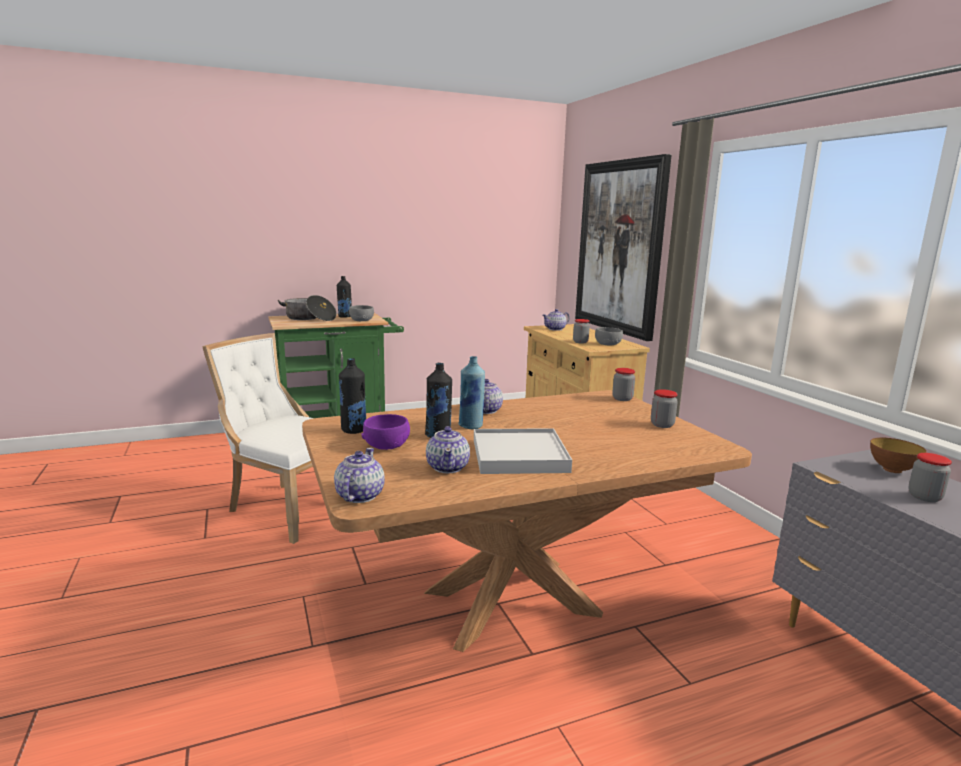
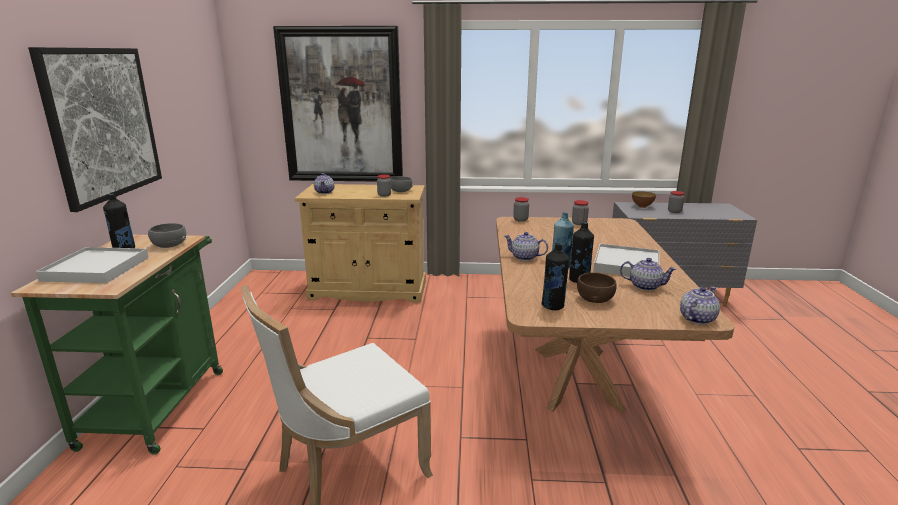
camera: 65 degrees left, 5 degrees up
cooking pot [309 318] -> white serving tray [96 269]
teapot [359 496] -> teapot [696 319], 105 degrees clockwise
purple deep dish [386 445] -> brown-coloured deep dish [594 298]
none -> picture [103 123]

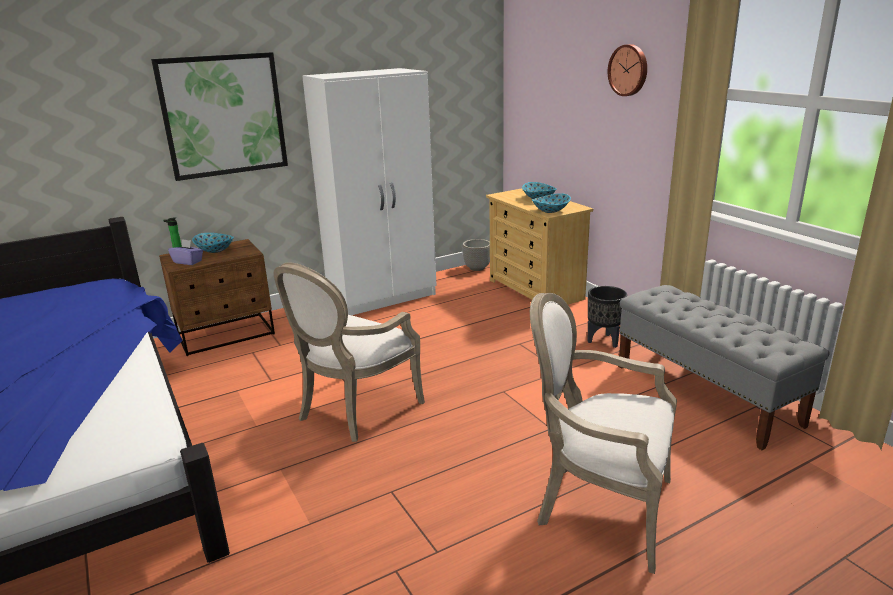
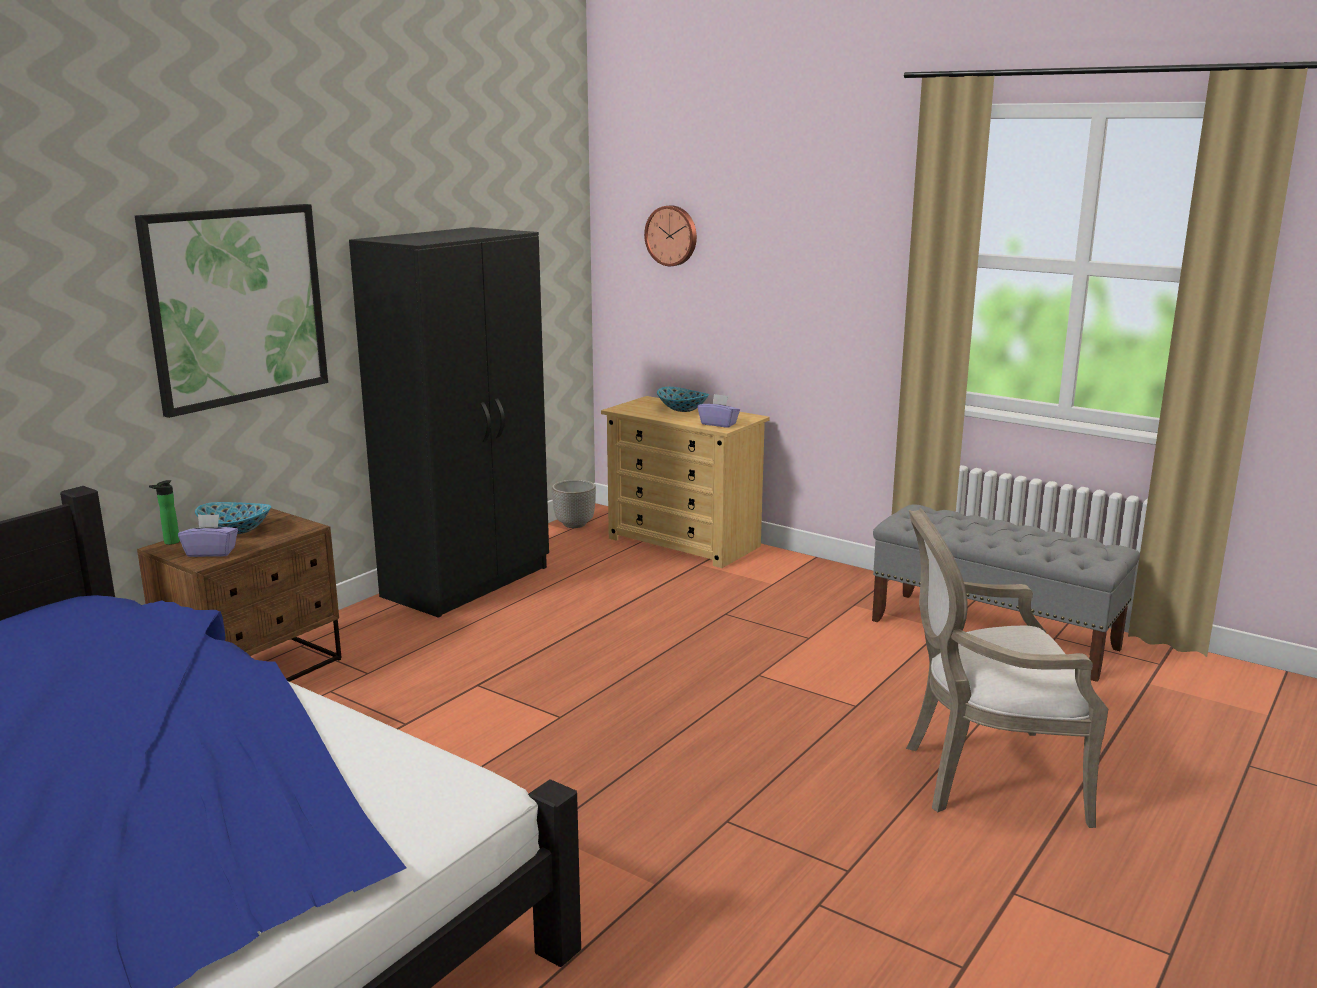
camera: 25 degrees left, 5 degrees down
armchair [352 410] -> none
white clothes cupboard [383 297] -> blackish clothes cupboard [469 581]
deep dish [550 211] -> purple box of tissues [718 424]
blackish flower pot [604 341] -> none
clock on the wall [629 70] -> clock on the wall [672 235], shifted

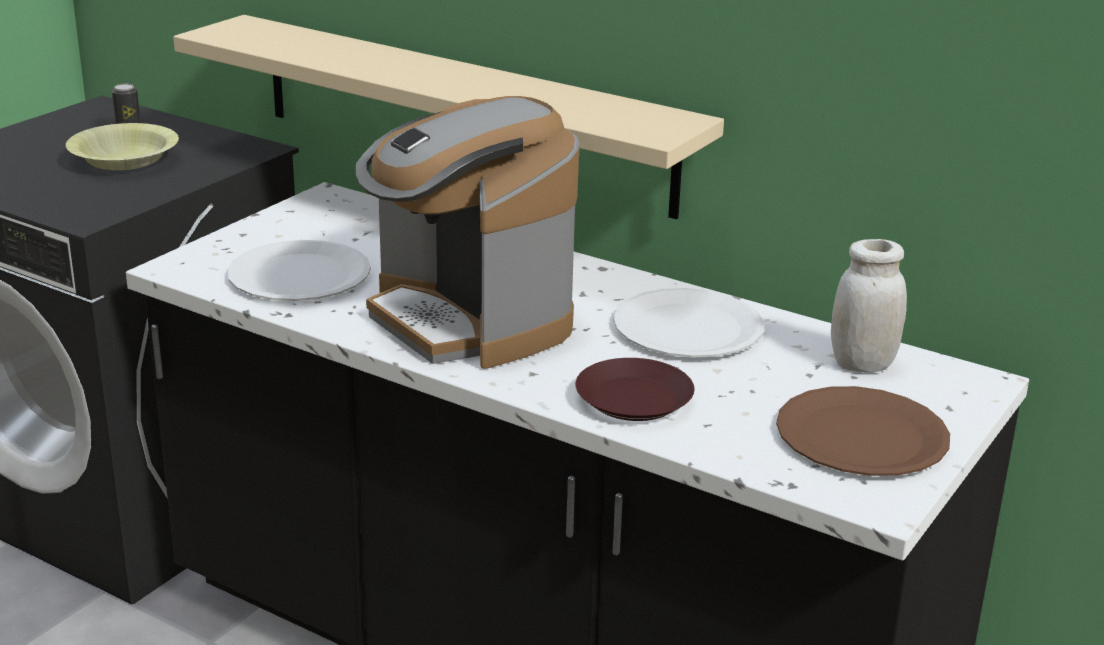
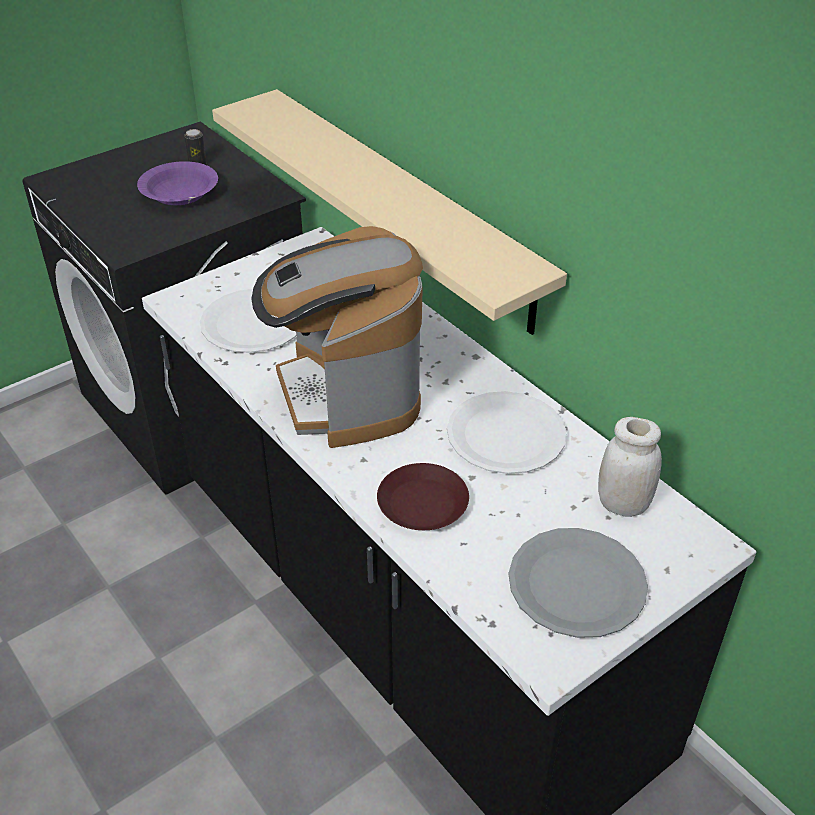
camera: 20 degrees right, 15 degrees up
yellowish deep dish [124 161] -> purple deep dish [179 194]
brown-coloured flat dish [862 436] -> greyish flat dish [577 585]

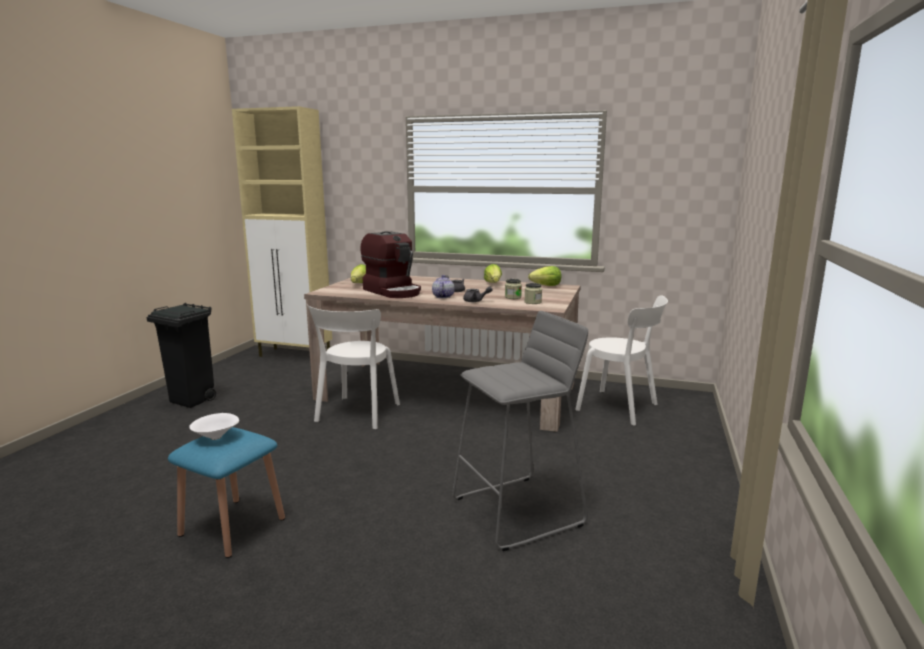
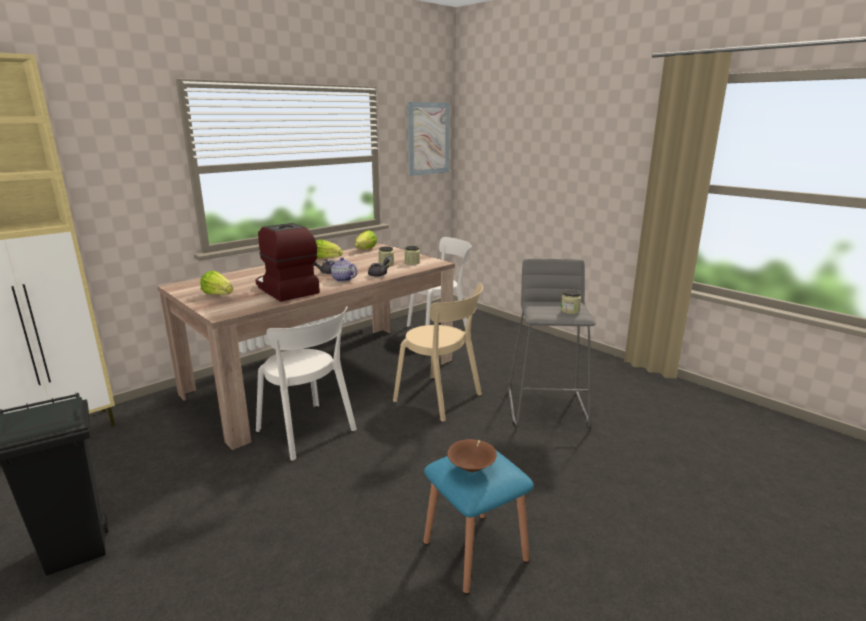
camera: 60 degrees left, 5 degrees up
white deep dish [217 437] -> brown-coloured deep dish [472 468]
coffee machine [393 291] -> coffee machine [285 289], 120 degrees counterclockwise
none -> sand-coloured chair [441 398]
none -> picture [428 138]
none -> jar [570 311]

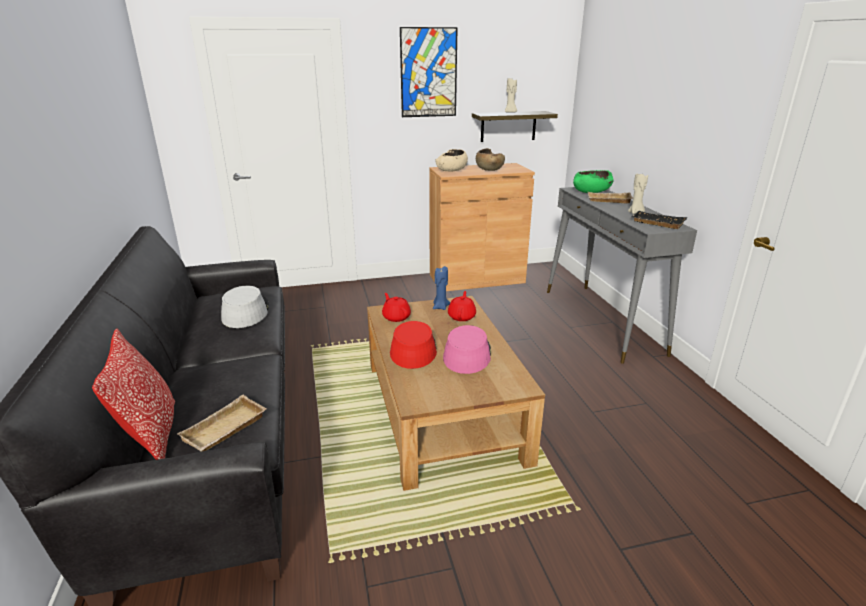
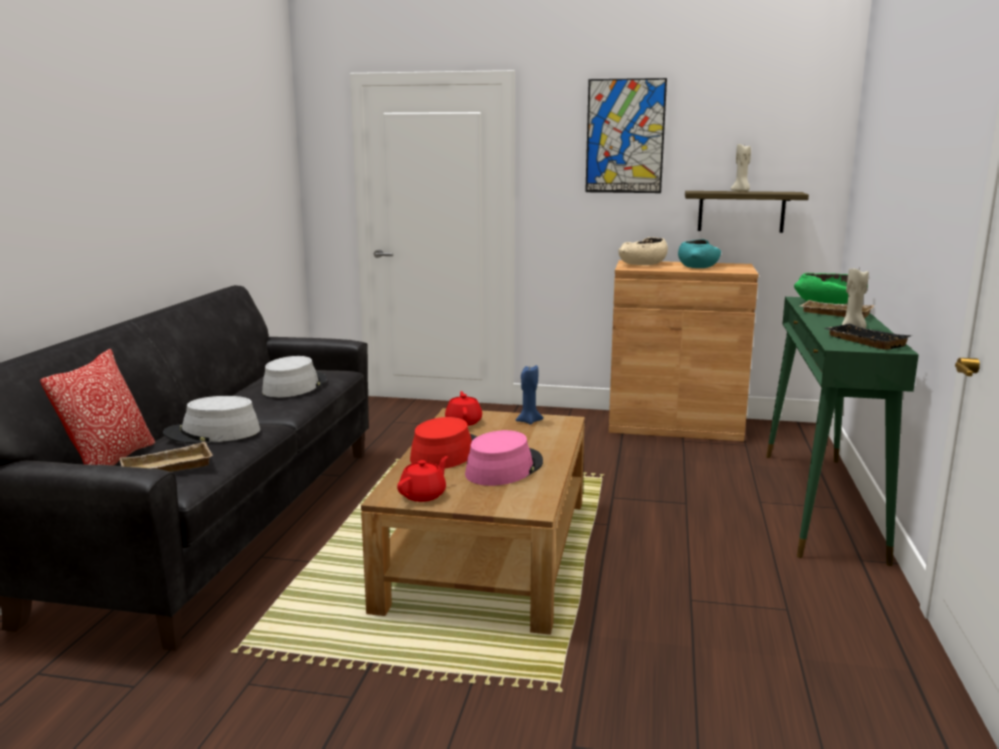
camera: 25 degrees right, 10 degrees down
red teapot [462 316] -> red teapot [423 495], shifted
brown-coloured deep dish [489 168] -> blue-green deep dish [698 266]
greyish narrow table [602 321] -> green-coloured narrow table [820 504]
none -> greyish clothing hat [212 433]

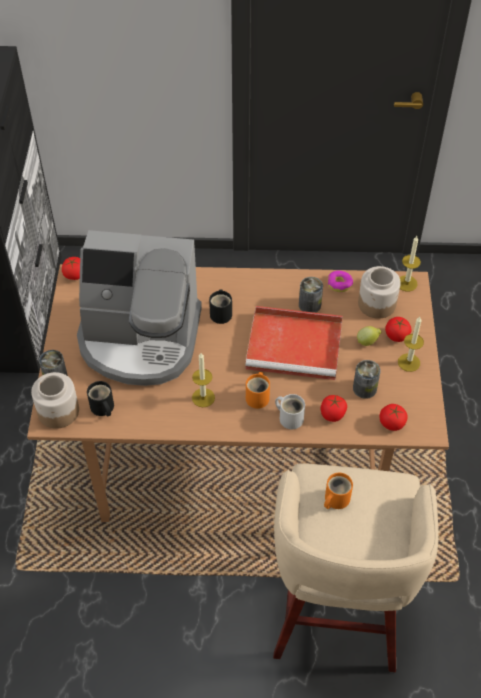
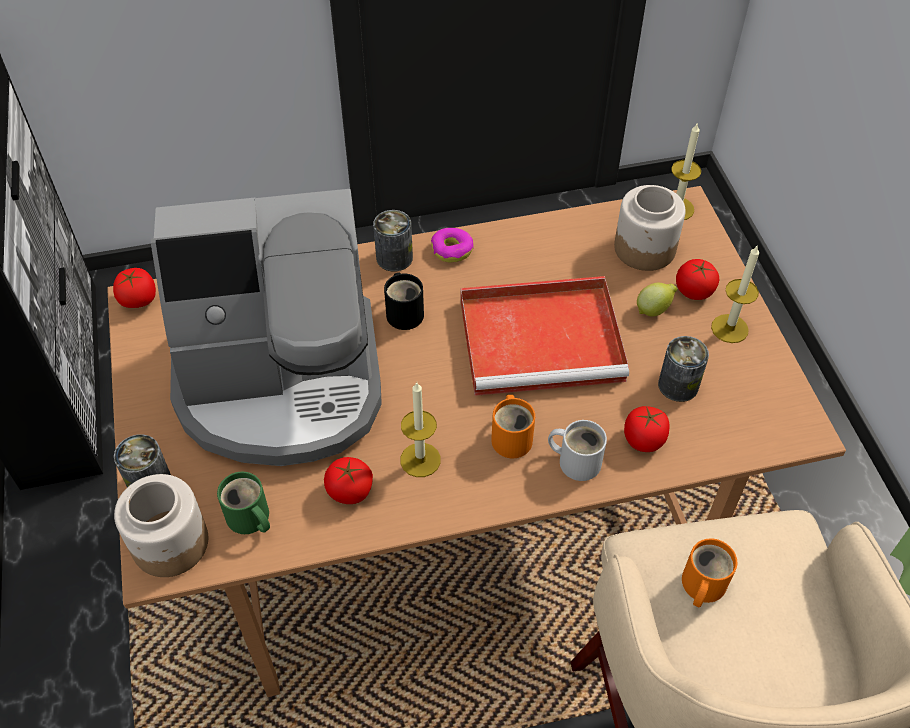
camera: 15 degrees left, 0 degrees up
blackish coffee mug [102 408] -> green-coloured coffee mug [249 519]
sealed can [309 305] -> sealed can [394 258], shifted
donut [339 284] -> donut [452 250], shifted
fresh tomato [391 423] -> fresh tomato [349 491], shifted

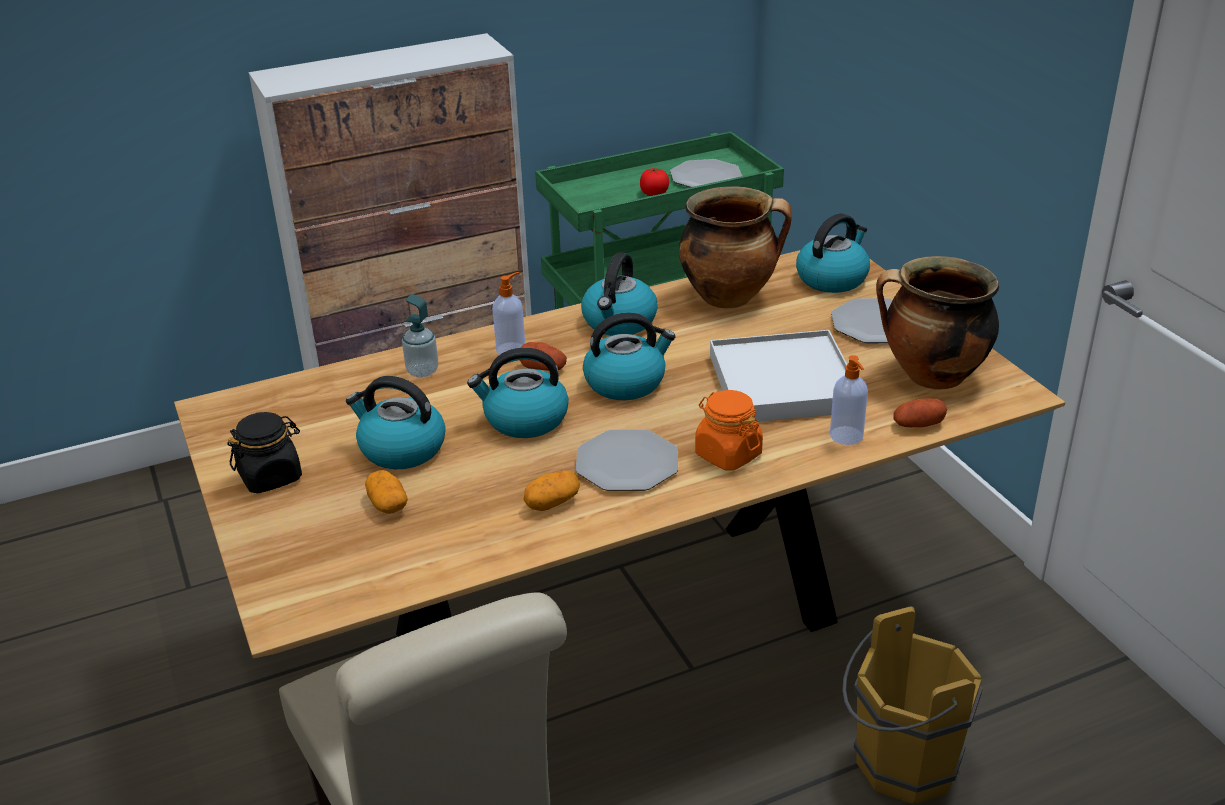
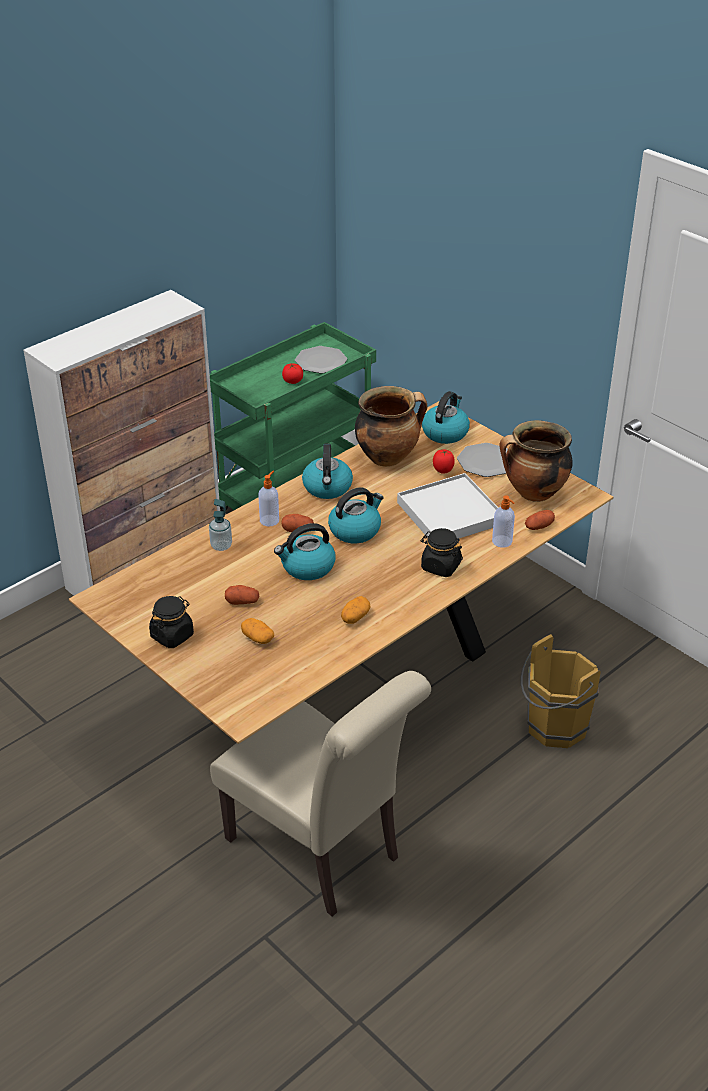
camera: 20 degrees left, 5 degrees up
tea kettle [401 449] -> whole potato [242 601]
flat dish [627 463] -> none
orangey jar [727 454] -> blackish jar [440 566]
none -> fresh tomato [443 470]

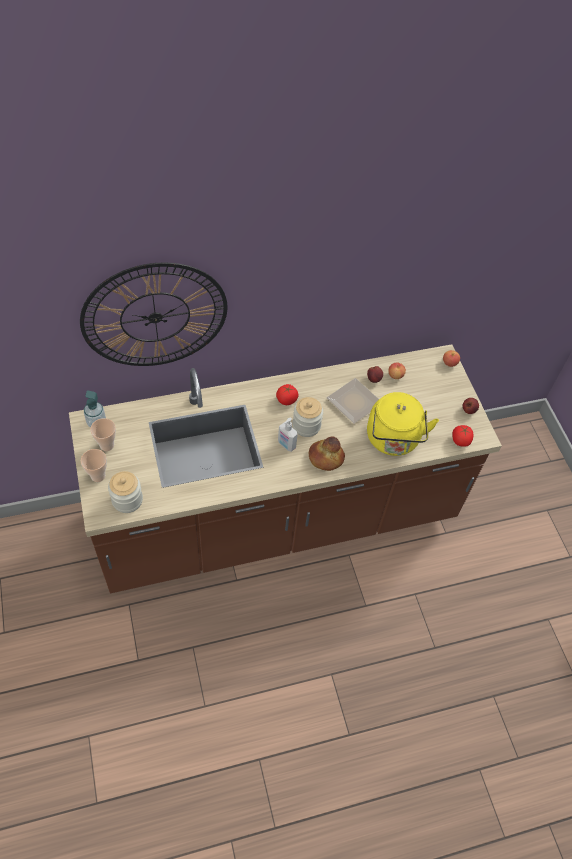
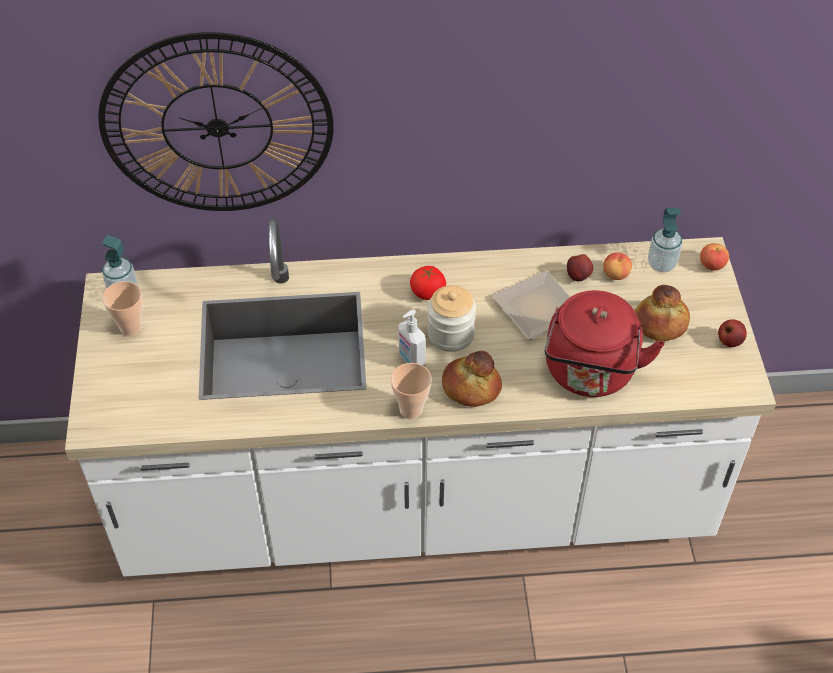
camera: 15 degrees right, 5 degrees down
brown-coloured counter [277 518] -> white counter [416 501]
drinking cup [98 476] -> drinking cup [411 409], shifted
jar [127 500] -> none
yellowish tea kettle [393 440] -> red tea kettle [590 374]
fresh tomato [460 441] -> none
none -> bakery bread [659 323]
none -> liquid soap bottle [661 264]

